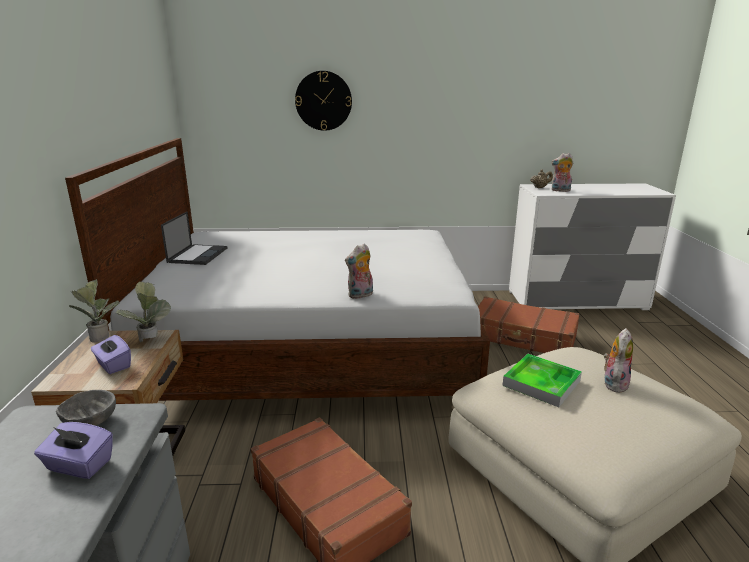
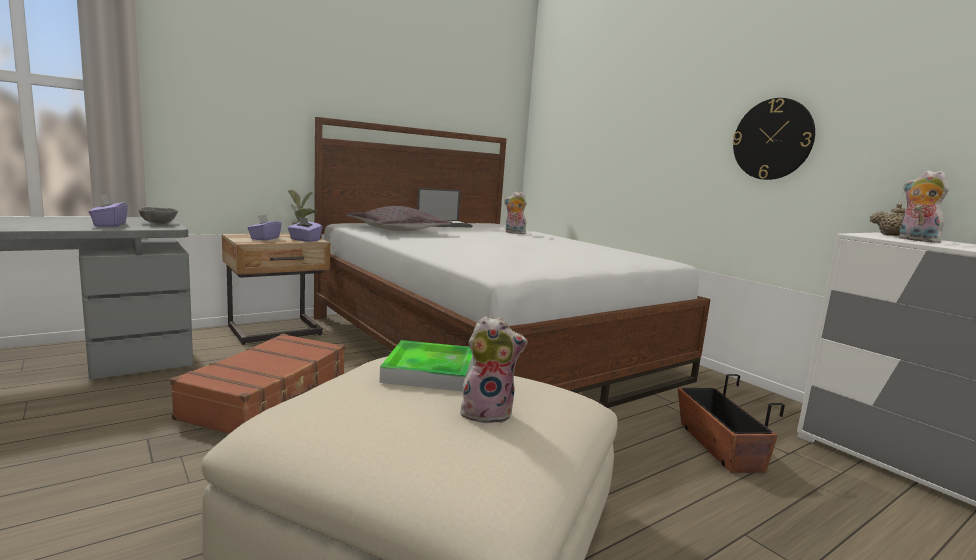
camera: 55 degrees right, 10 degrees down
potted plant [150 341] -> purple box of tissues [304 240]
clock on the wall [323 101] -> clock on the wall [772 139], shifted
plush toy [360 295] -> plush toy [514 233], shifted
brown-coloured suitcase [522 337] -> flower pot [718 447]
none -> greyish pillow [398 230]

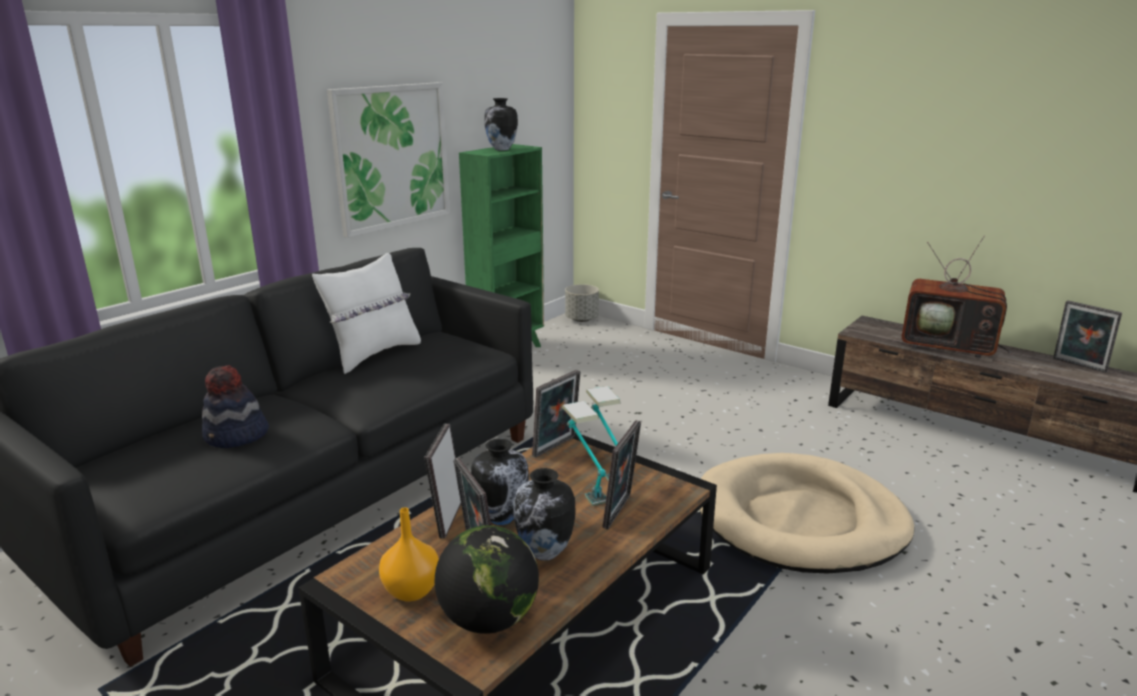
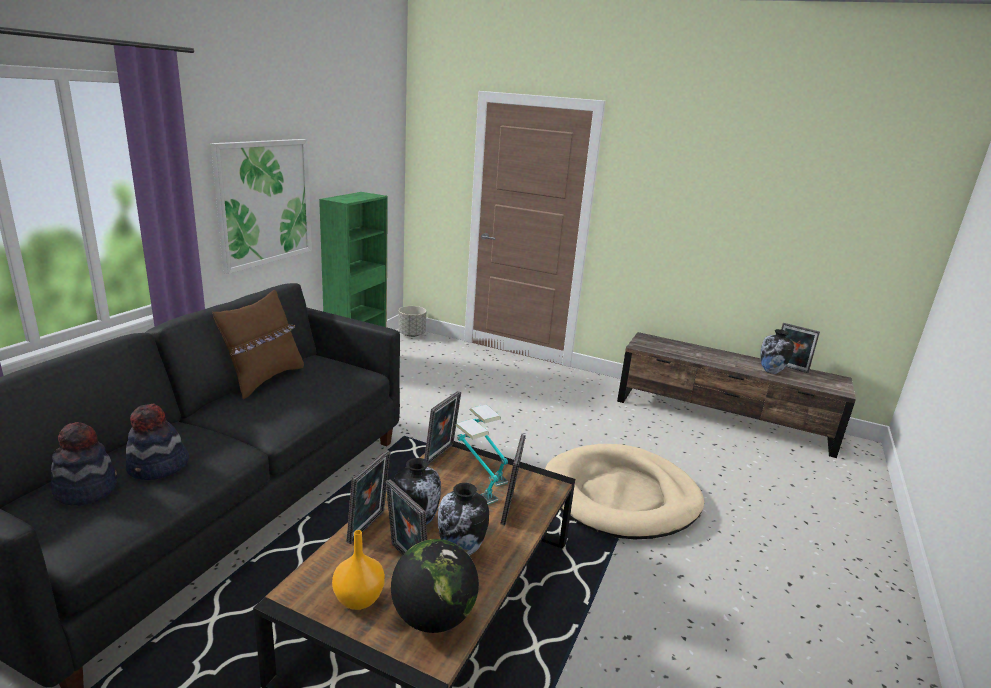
camera: 15 degrees left, 0 degrees up
white pillow [374 354] -> brown-coloured pillow [264 379]
photo frame [447 518] -> photo frame [369 527], 150 degrees counterclockwise
decorative vase [501 149] -> decorative vase [771 371], shifted
television [950 346] -> none
none -> clothing hat [86 489]

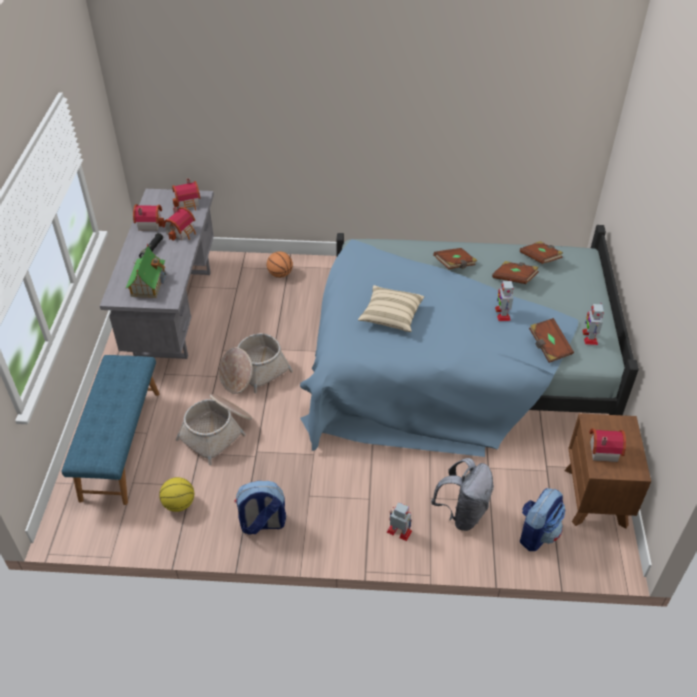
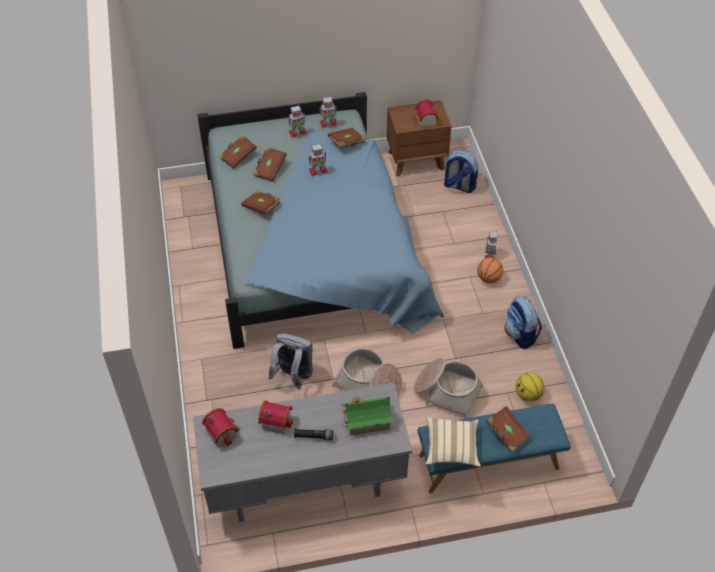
camera: 105 degrees left, 5 degrees up
toy house [149 223] -> none
basketball [280 274] -> basketball [488 278], shifted
sand-coloured pillow [391 316] -> sand-coloured pillow [451 447], shifted
greyish knapsack [462 513] -> greyish knapsack [293 376], shifted
none -> model robot [297 132]
none -> brown-coloured bound book [506 434]

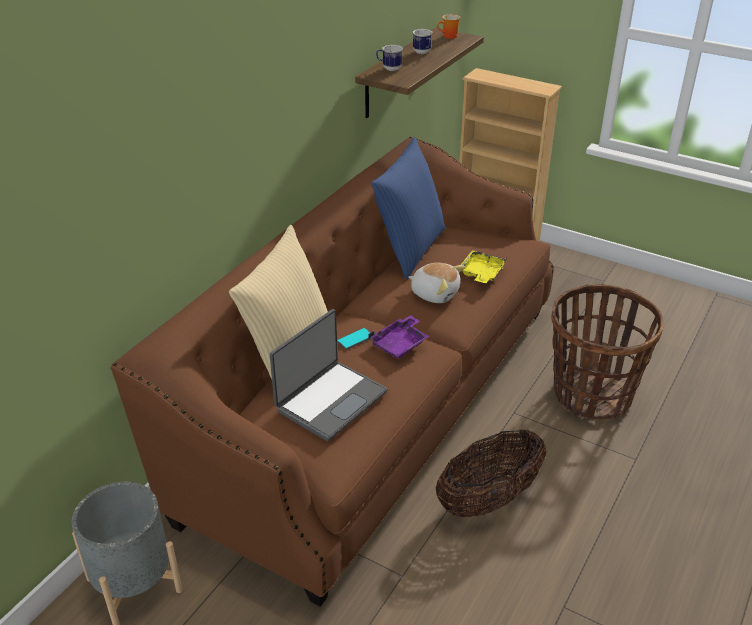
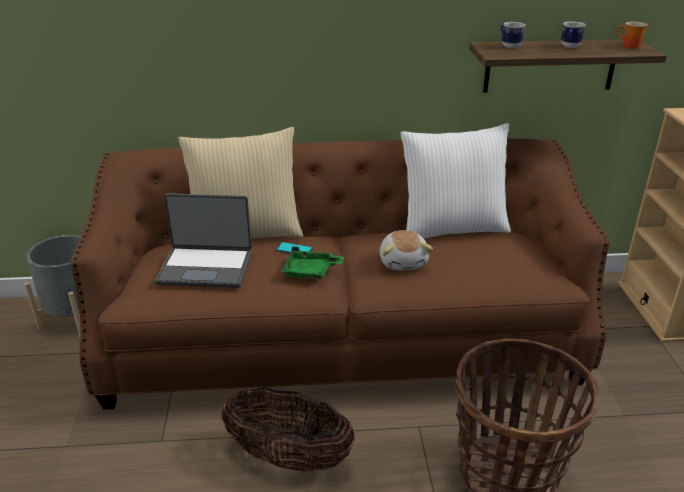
camera: 55 degrees right, 5 degrees down
purple serving tray [400 344] -> green-coloured serving tray [310 271]
blue-coloured pillow [409 249] -> white pillow [452 228]
yellowish serving tray [481 273] -> none

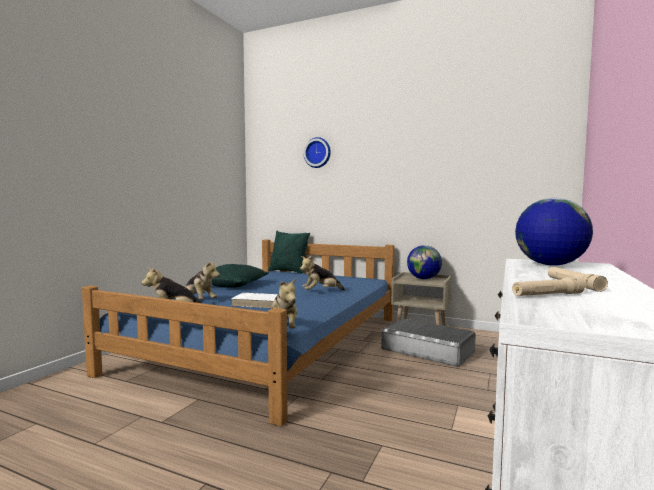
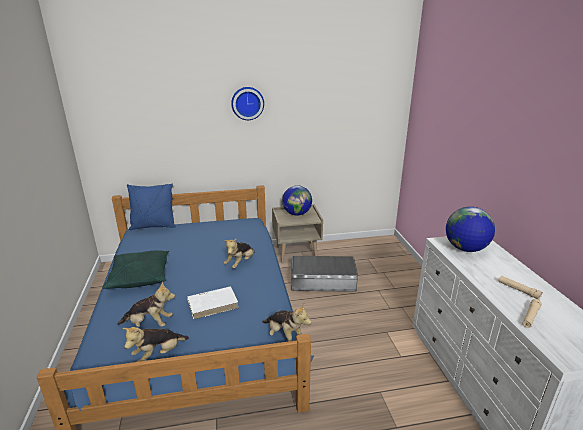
camera: 35 degrees left, 20 degrees up
green-coloured pillow [288 271] -> blue-coloured pillow [153 226]
clock on the wall [318 153] -> clock on the wall [247 103], shifted

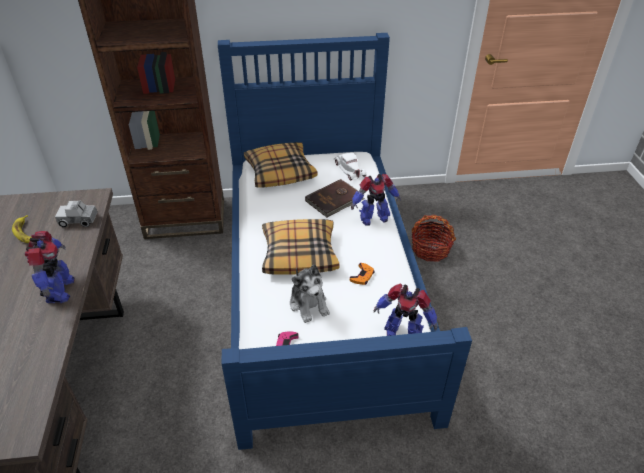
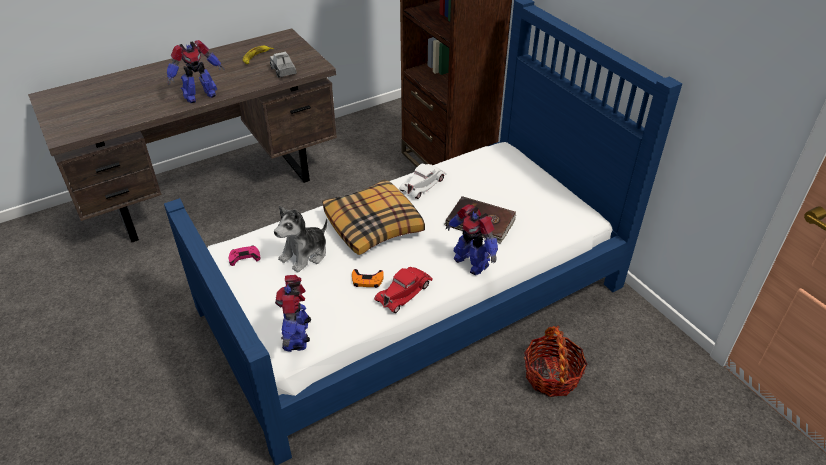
camera: 65 degrees right, 0 degrees up
pillow [280 172] -> none
white miniature car [349 169] -> white miniature car [423 184], shifted
none -> red miniature car [404 292]

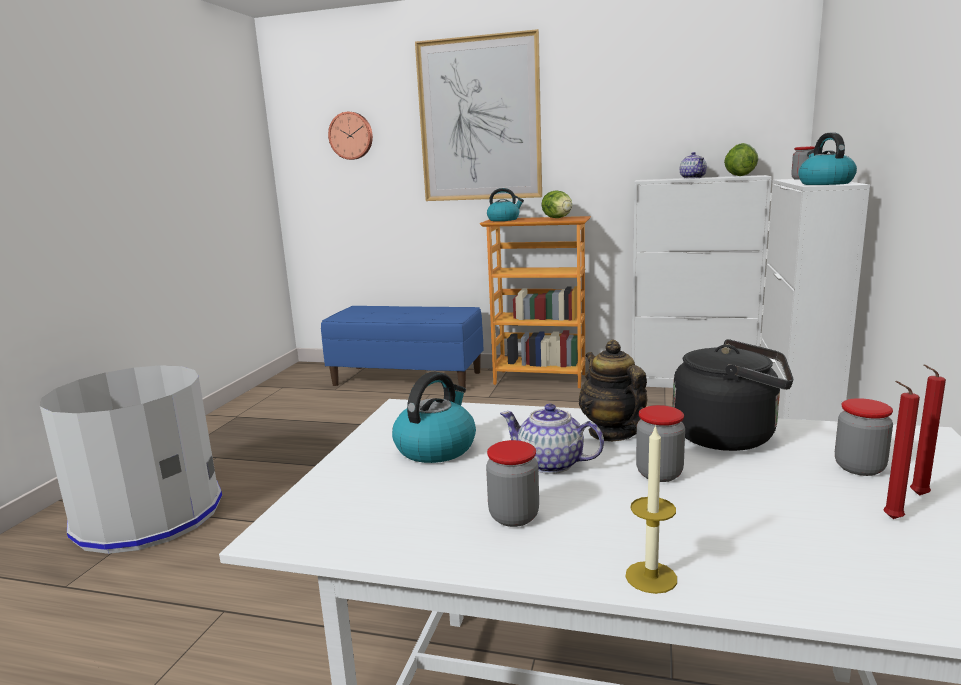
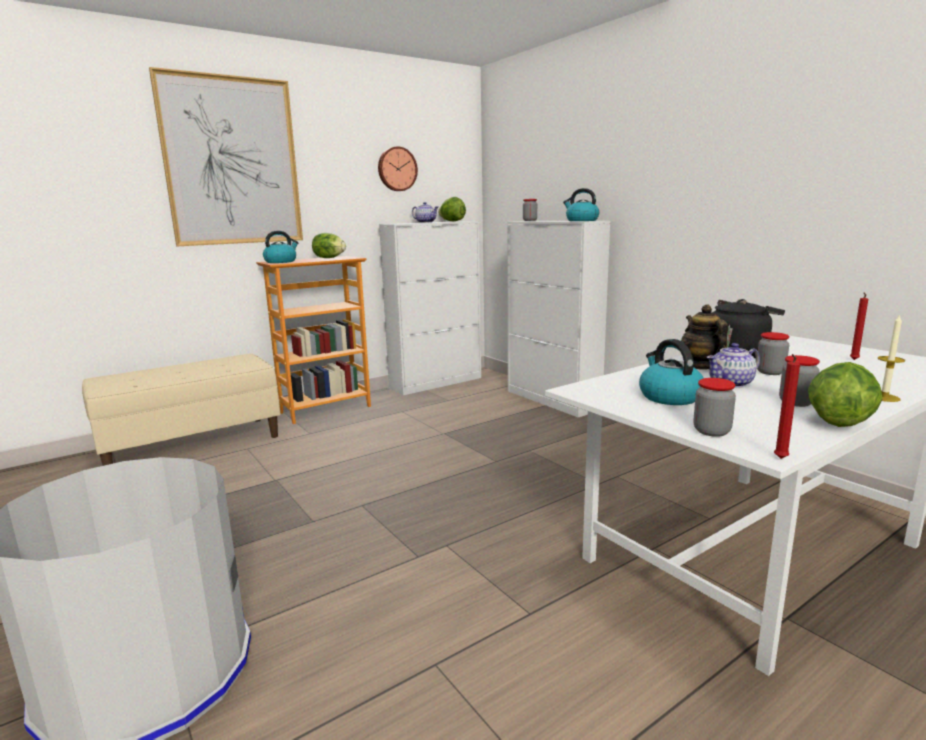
camera: 50 degrees left, 0 degrees up
blue-coloured bench [408 378] -> sand-coloured bench [192 444]
clock on the wall [351 135] -> clock on the wall [396 169], shifted
teapot [612 432] -> teapot [701 366], 60 degrees clockwise
jar [859 468] -> jar [711 431], shifted
red wax light [916 495] -> red wax light [779 459], shifted
none -> lettuce [838 422]

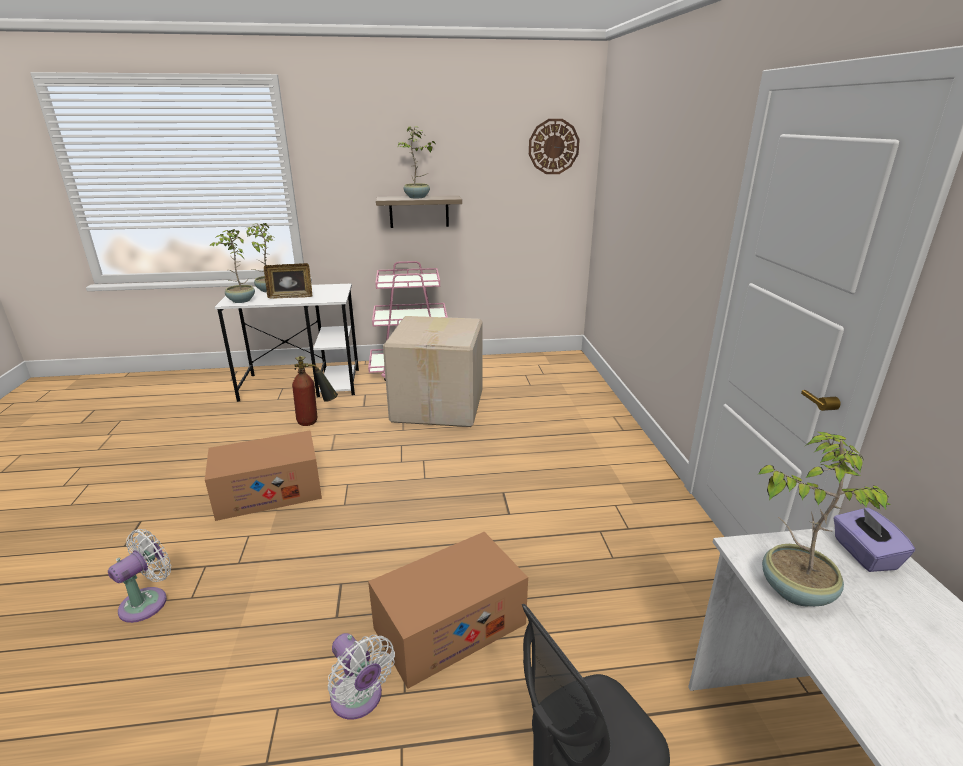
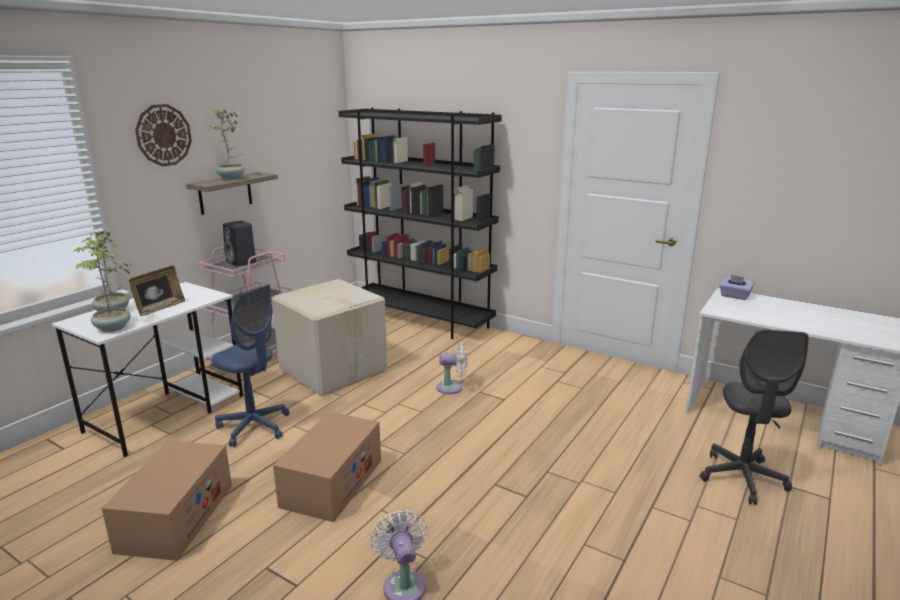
camera: 50 degrees left, 5 degrees down
fire extinguisher [316 421] -> blue-coloured computer chair [254 427]
white cooling fan [359 699] -> white cooling fan [452 387], shifted
carton [449 626] -> carton [176 517], shifted
clock on the wall [553 146] -> clock on the wall [163 135], shifted
potted plant [794 589] -> none
none -> blackish audio speaker [242 262]
none -> blackish bookshelf [421 320]

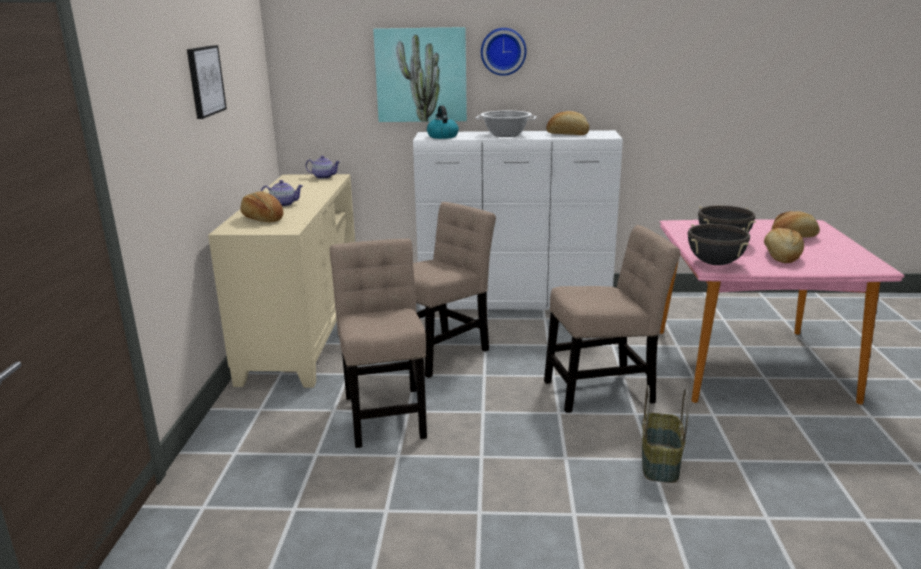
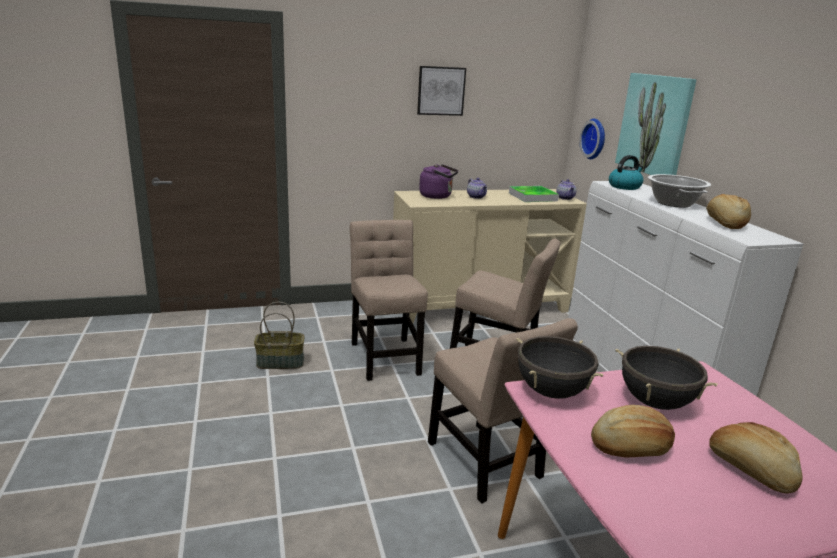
camera: 70 degrees right, 0 degrees up
bakery bread [262 218] -> purple tea kettle [437 196]
sand-coloured chair [385 413] -> sand-coloured chair [385 356], 75 degrees counterclockwise
clock on the wall [503 51] -> clock on the wall [595 139], shifted
household basket [659 462] -> household basket [281 362], shifted
none -> serving tray [532 197]

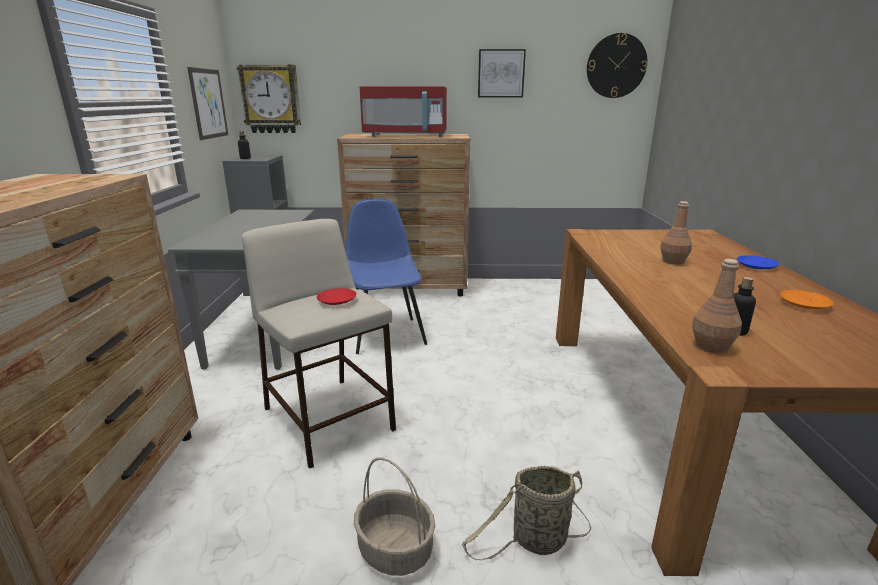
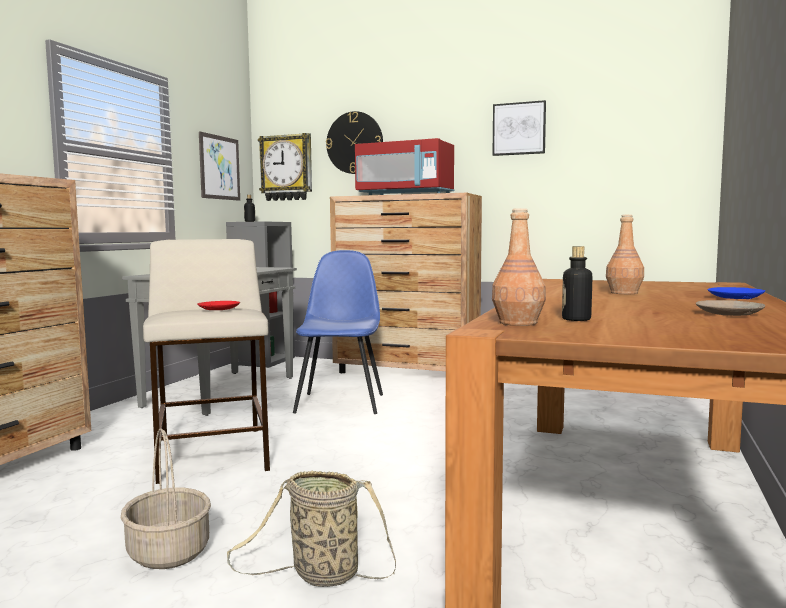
camera: 20 degrees right, 15 degrees down
clock on the wall [616 66] -> clock on the wall [354 143], shifted
orangey flat dish [804 304] -> sand-coloured flat dish [730 314]

